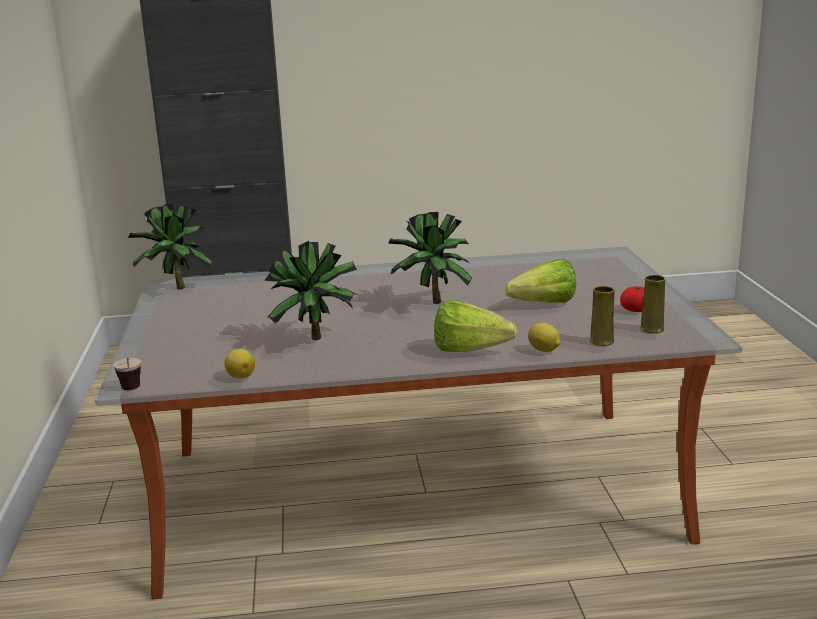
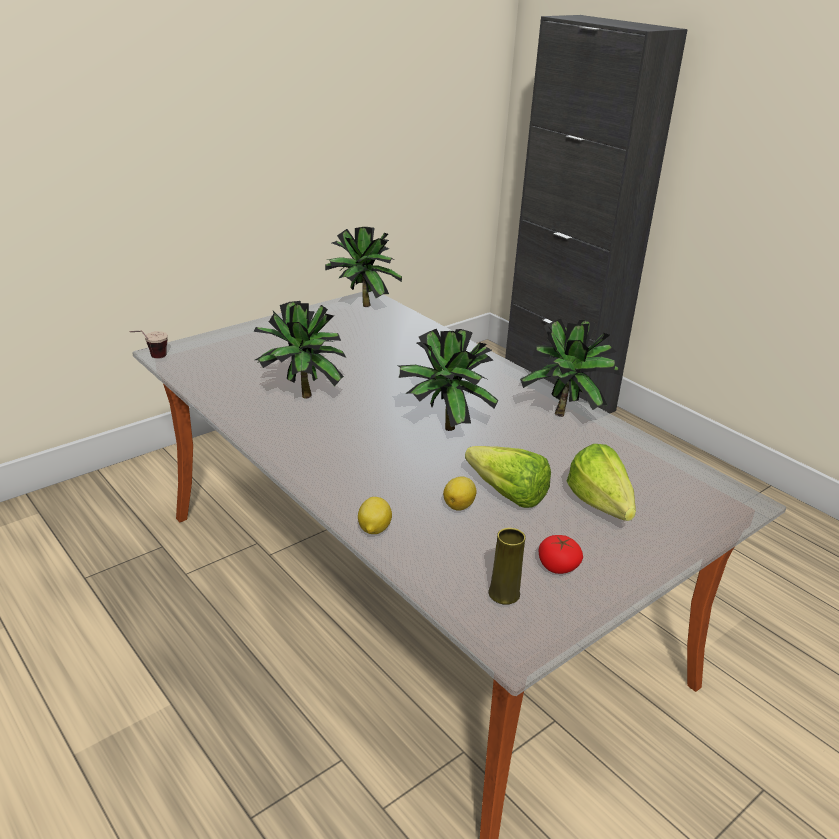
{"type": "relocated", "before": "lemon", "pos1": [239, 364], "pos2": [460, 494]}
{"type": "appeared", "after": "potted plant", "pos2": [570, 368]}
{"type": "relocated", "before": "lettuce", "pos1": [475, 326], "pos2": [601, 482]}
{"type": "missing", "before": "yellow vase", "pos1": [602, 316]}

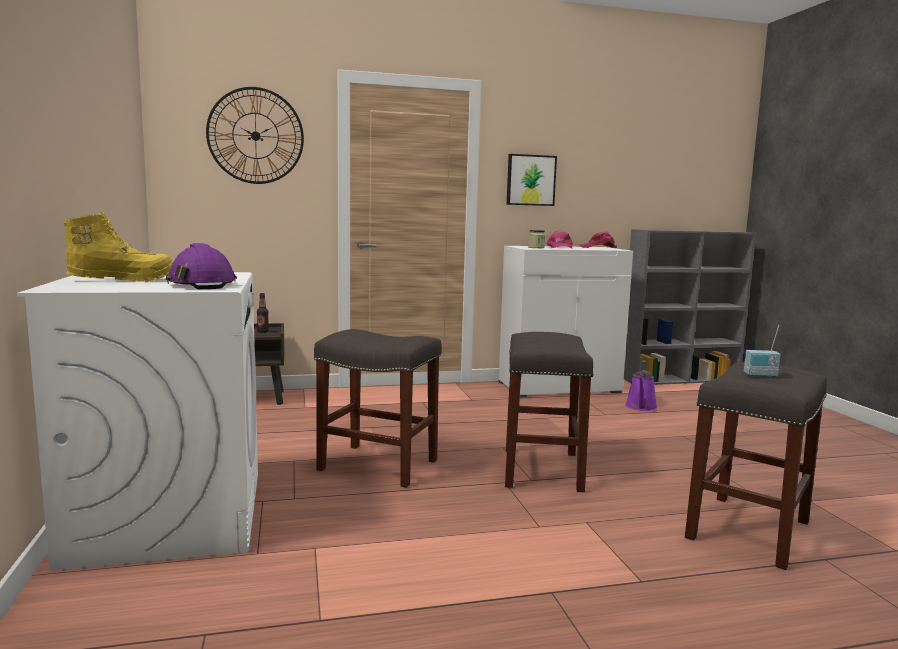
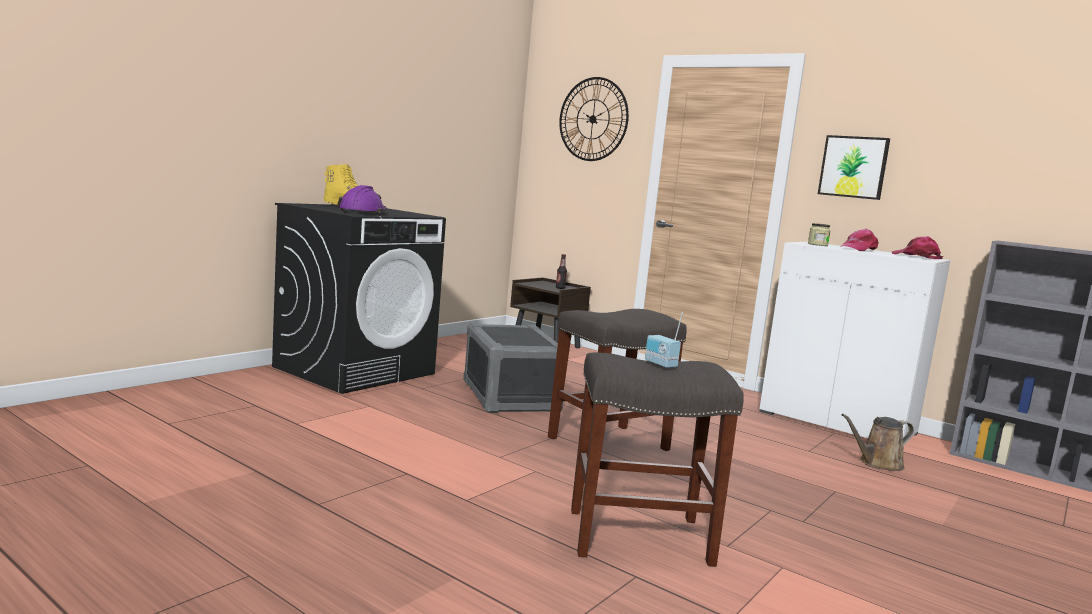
{"type": "colour", "before": "white washing machine", "after": "black washing machine", "pos1": [137, 421], "pos2": [359, 298]}
{"type": "exchanged", "before": "grey stool", "after": "grey storage box", "pos1": [378, 408], "pos2": [513, 368]}
{"type": "colour", "before": "purple watering can", "after": "brown watering can", "pos1": [641, 391], "pos2": [877, 442]}

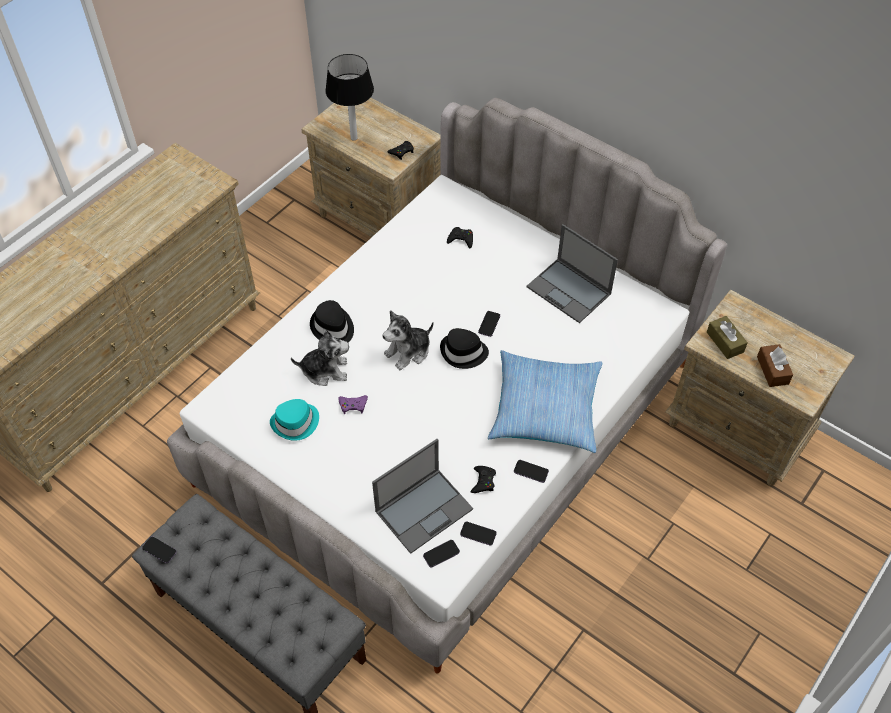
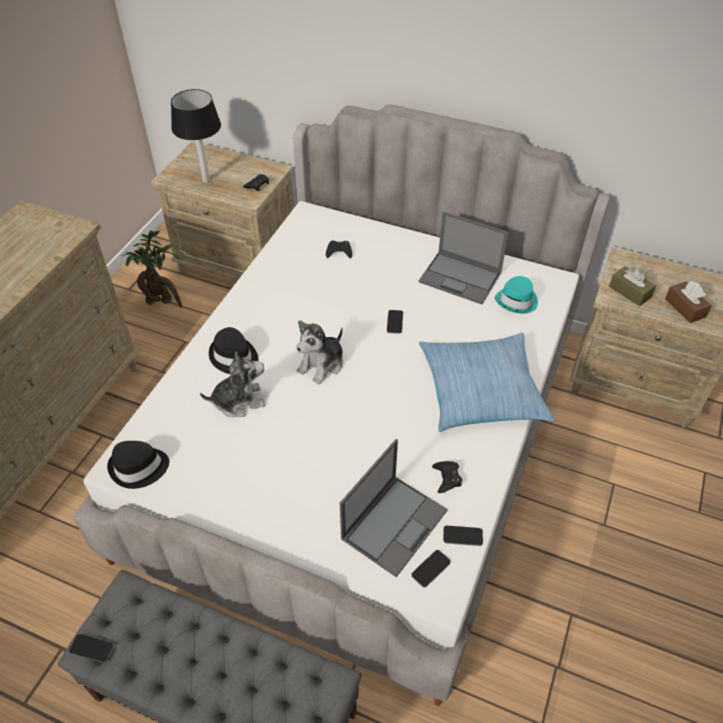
{"type": "relocated", "before": "black hat", "pos1": [464, 348], "pos2": [138, 465]}
{"type": "appeared", "after": "potted plant", "pos2": [152, 269]}
{"type": "relocated", "before": "turquoise hat", "pos1": [294, 420], "pos2": [516, 294]}
{"type": "missing", "before": "purple game controller", "pos1": [353, 404]}
{"type": "missing", "before": "phone", "pos1": [531, 471]}

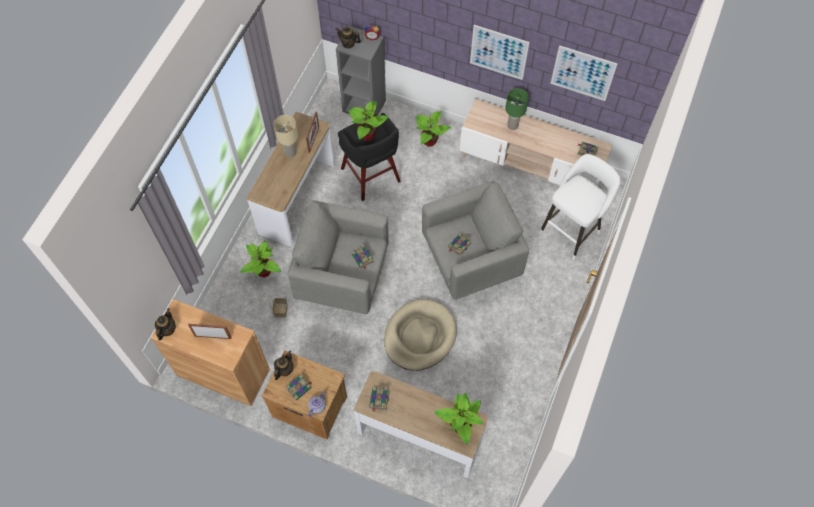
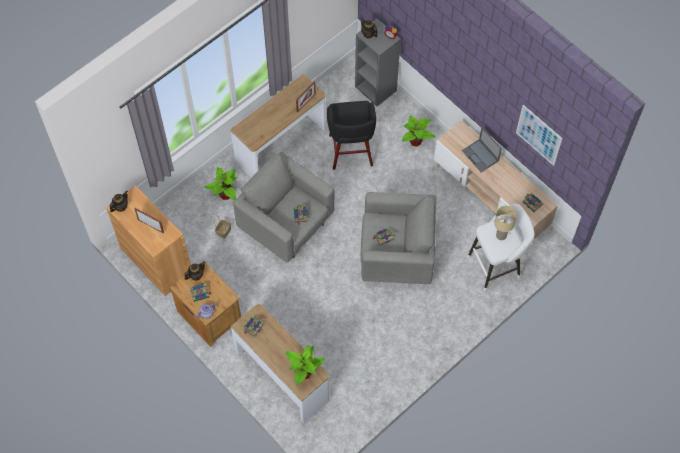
{"type": "exchanged", "before": "green table lamp", "after": "laptop", "pos1": [517, 109], "pos2": [482, 149]}
{"type": "relocated", "before": "beige table lamp", "pos1": [285, 136], "pos2": [505, 223]}
{"type": "missing", "before": "potted plant", "pos1": [368, 121]}
{"type": "missing", "before": "beige dog bed", "pos1": [420, 335]}
{"type": "missing", "before": "picture", "pos1": [500, 52]}

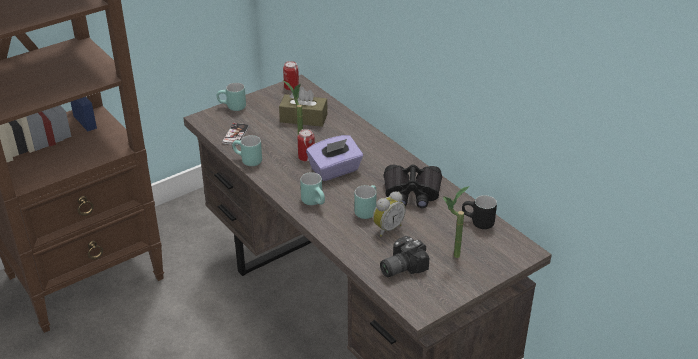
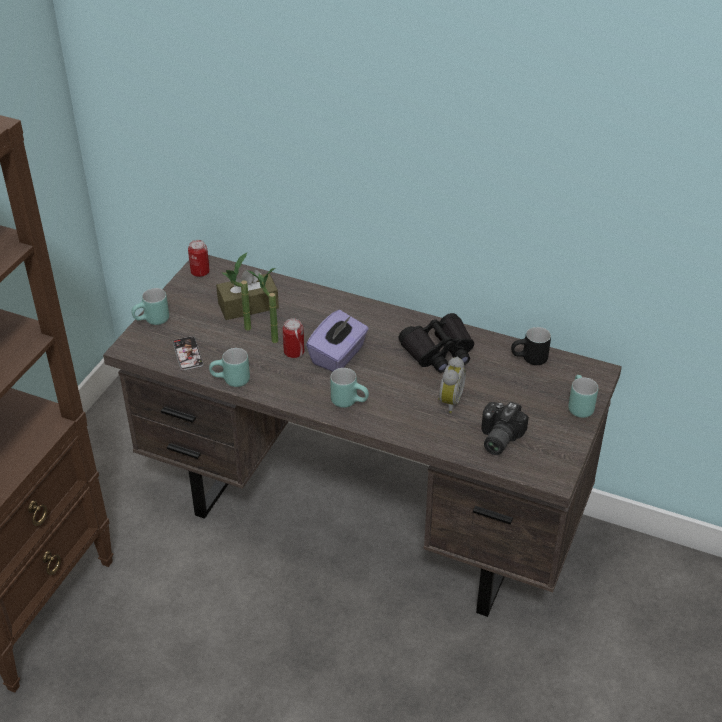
{"type": "relocated", "before": "potted plant", "pos1": [456, 222], "pos2": [236, 291]}
{"type": "relocated", "before": "turquoise mug", "pos1": [365, 202], "pos2": [583, 396]}

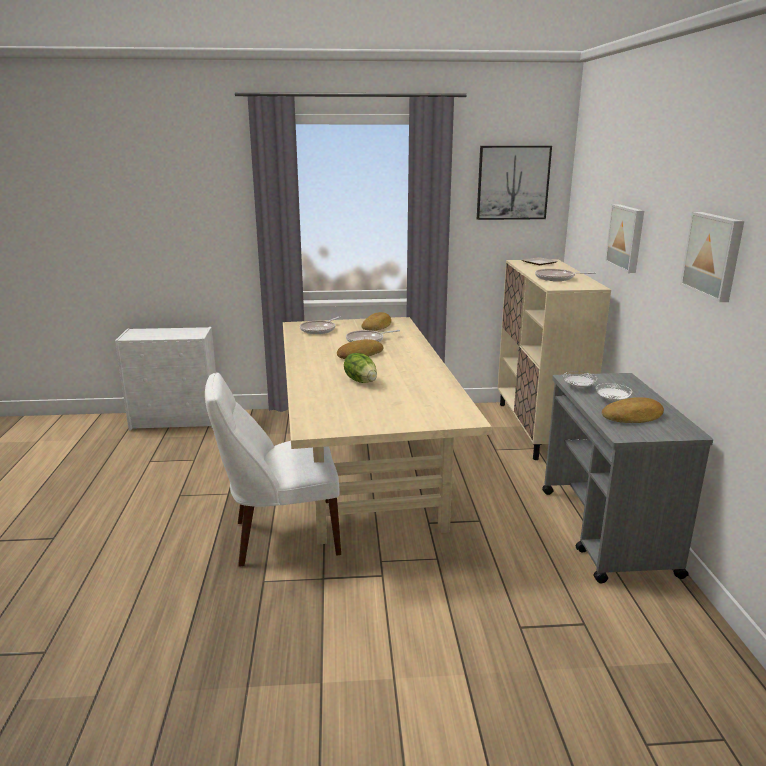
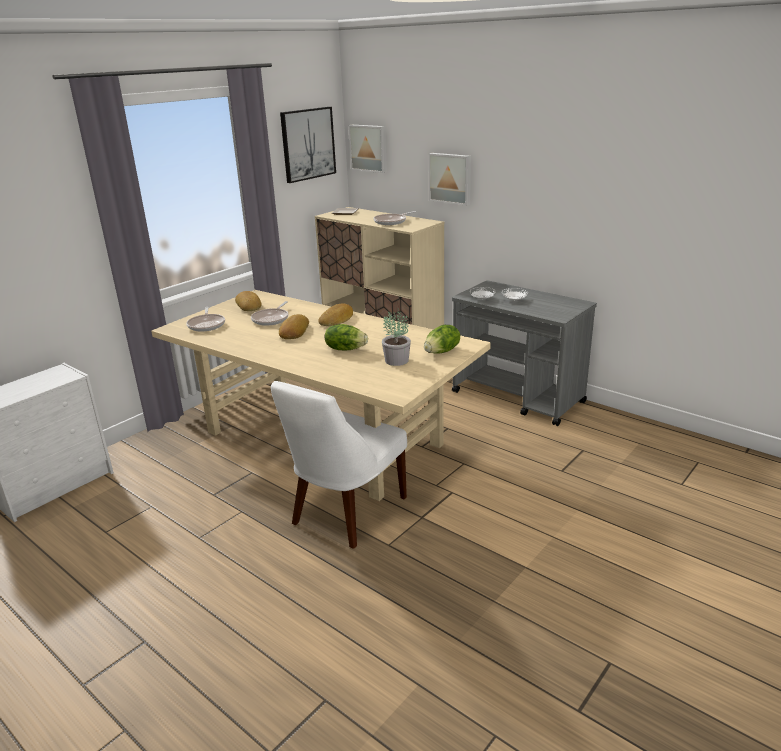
{"type": "relocated", "before": "bread", "pos1": [633, 410], "pos2": [335, 315]}
{"type": "relocated", "before": "picture", "pos1": [712, 257], "pos2": [368, 149]}
{"type": "appeared", "after": "potted plant", "pos2": [396, 337]}
{"type": "appeared", "after": "lettuce", "pos2": [442, 339]}

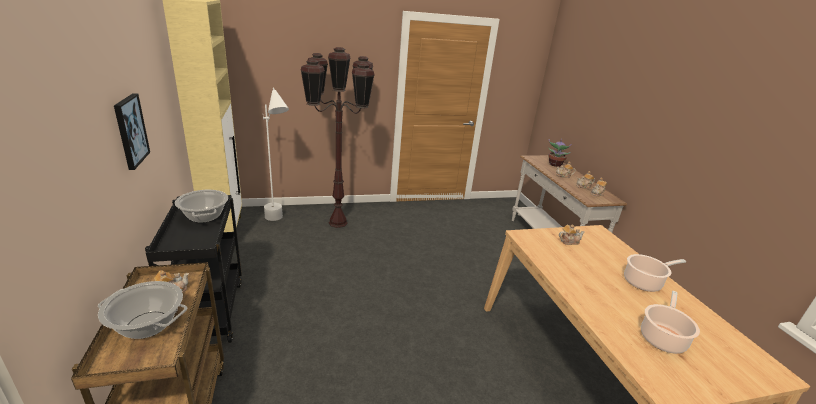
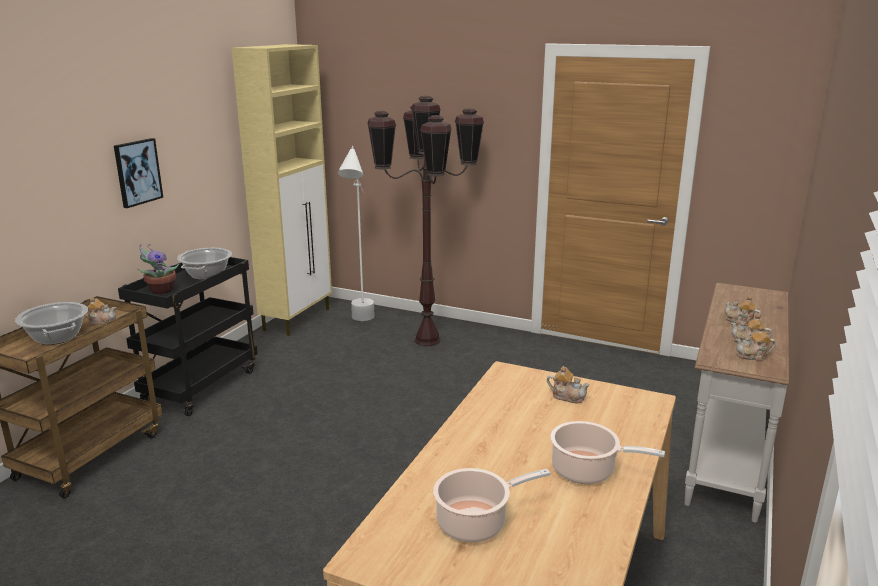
{"type": "relocated", "before": "potted plant", "pos1": [559, 152], "pos2": [158, 269]}

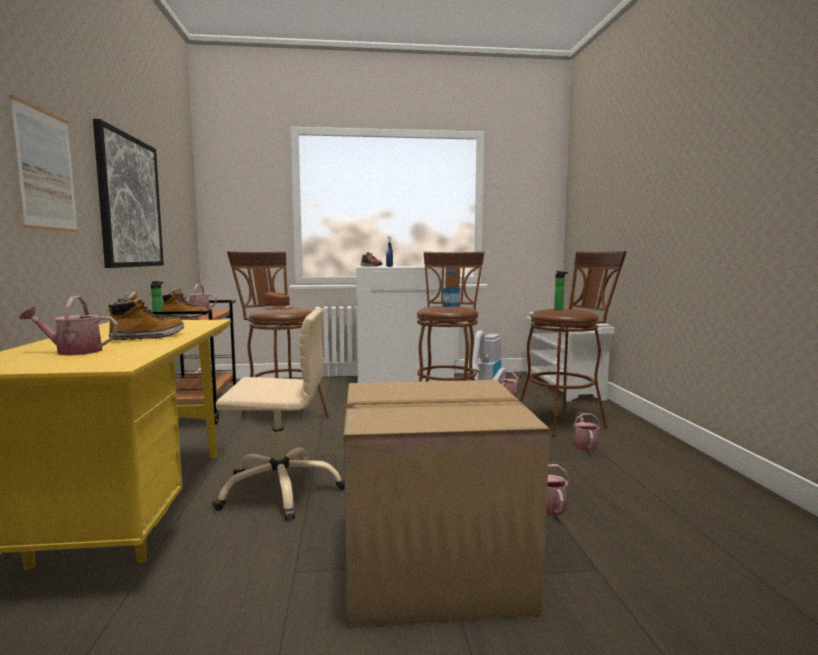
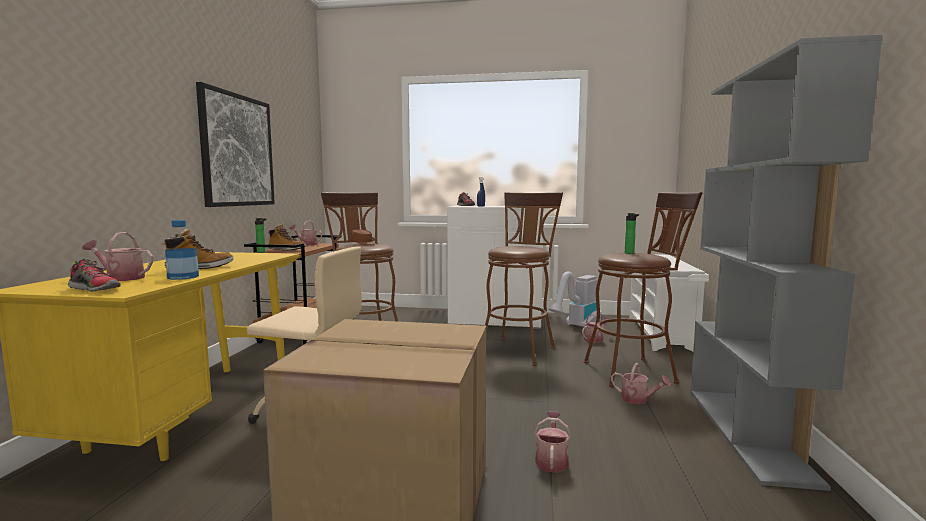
{"type": "appeared", "after": "shoe", "pos2": [94, 275]}
{"type": "relocated", "before": "bottle", "pos1": [451, 288], "pos2": [182, 250]}
{"type": "spun", "before": "watering can", "pos1": [587, 431], "pos2": [641, 383], "turn": 105}
{"type": "appeared", "after": "grey bookcase", "pos2": [786, 263]}
{"type": "missing", "before": "picture", "pos1": [44, 163]}

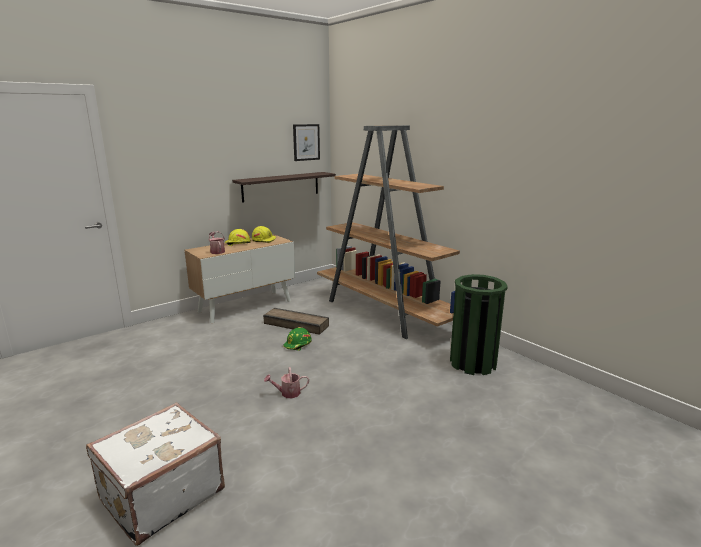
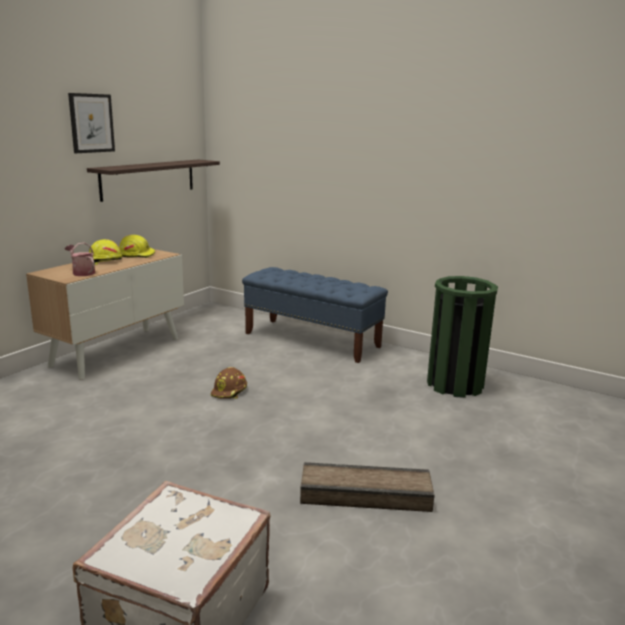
{"type": "relocated", "before": "picture", "pos1": [306, 142], "pos2": [91, 123]}
{"type": "colour", "before": "green hard hat", "after": "brown hard hat", "pos1": [297, 339], "pos2": [229, 383]}
{"type": "exchanged", "before": "brown bookcase", "after": "blue bench", "pos1": [388, 232], "pos2": [315, 315]}
{"type": "relocated", "before": "crate", "pos1": [296, 321], "pos2": [367, 487]}
{"type": "missing", "before": "watering can", "pos1": [286, 382]}

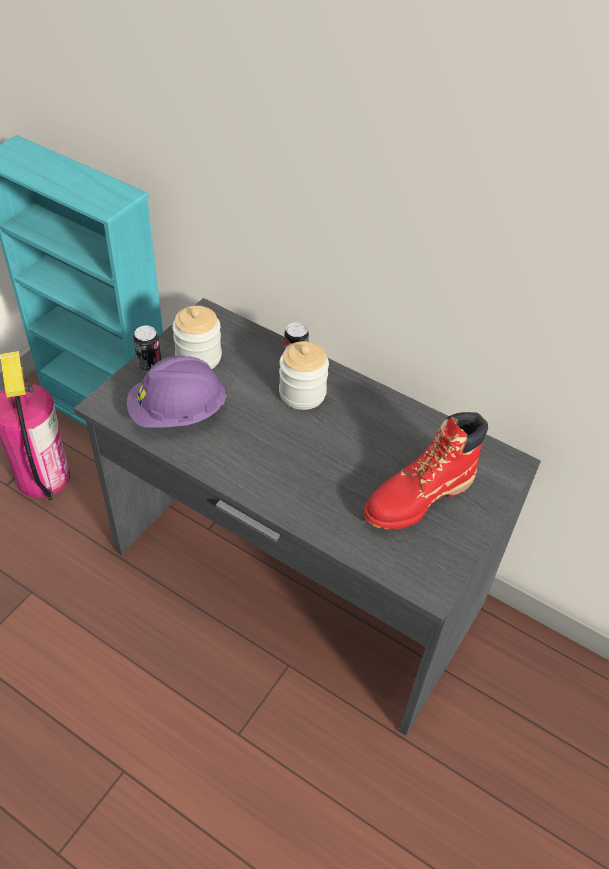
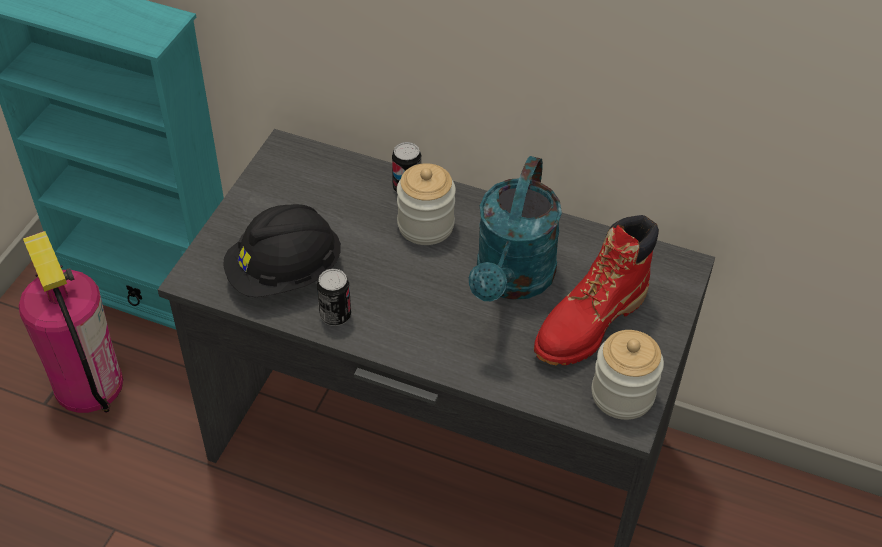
{"type": "colour", "before": "purple hard hat", "after": "black hard hat", "pos1": [177, 392], "pos2": [282, 250]}
{"type": "relocated", "before": "can", "pos1": [147, 349], "pos2": [334, 297]}
{"type": "appeared", "after": "turquoise watering can", "pos2": [515, 228]}
{"type": "relocated", "before": "jar", "pos1": [197, 337], "pos2": [628, 375]}

